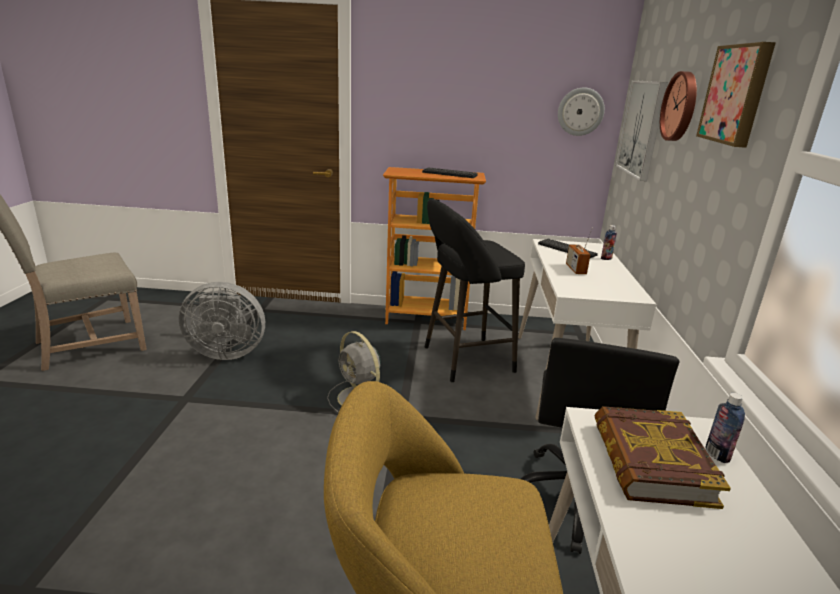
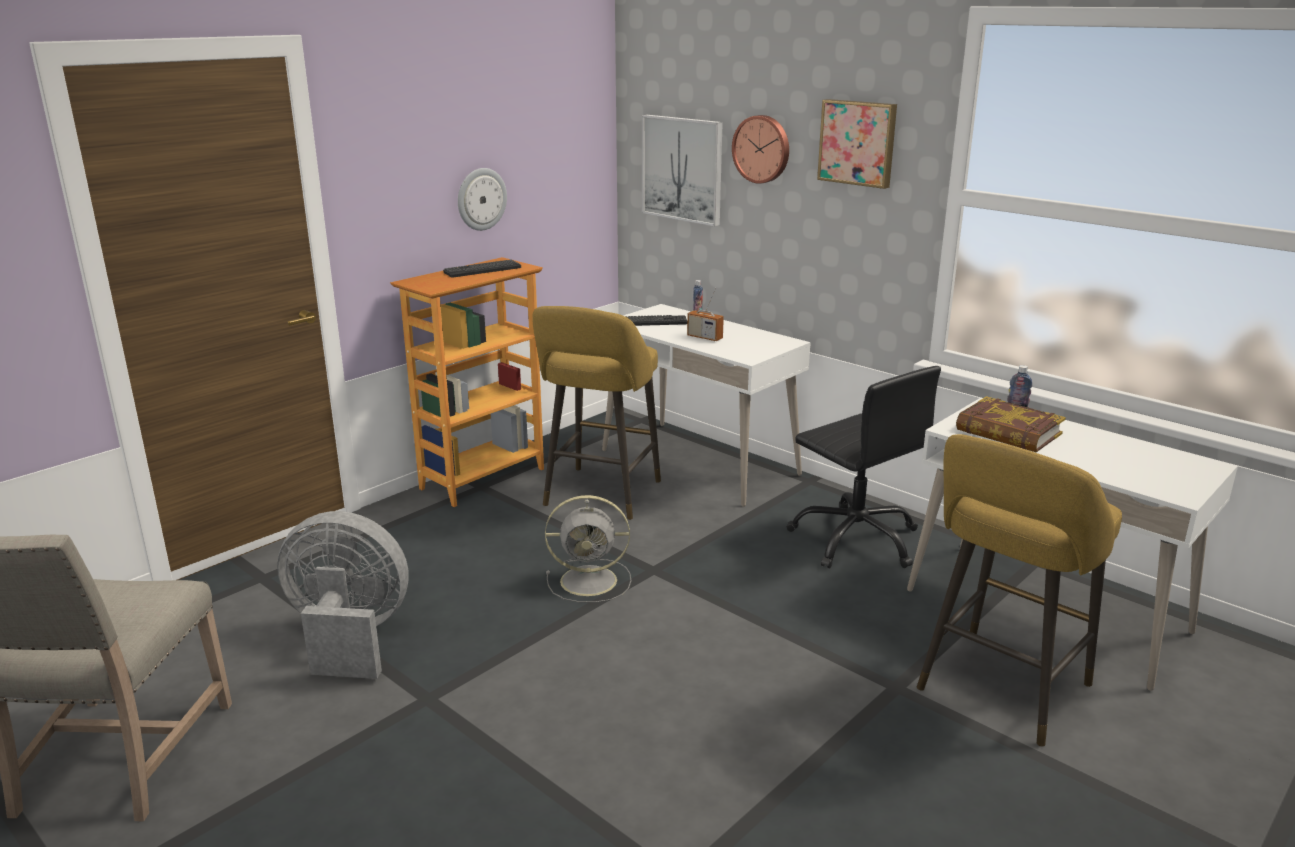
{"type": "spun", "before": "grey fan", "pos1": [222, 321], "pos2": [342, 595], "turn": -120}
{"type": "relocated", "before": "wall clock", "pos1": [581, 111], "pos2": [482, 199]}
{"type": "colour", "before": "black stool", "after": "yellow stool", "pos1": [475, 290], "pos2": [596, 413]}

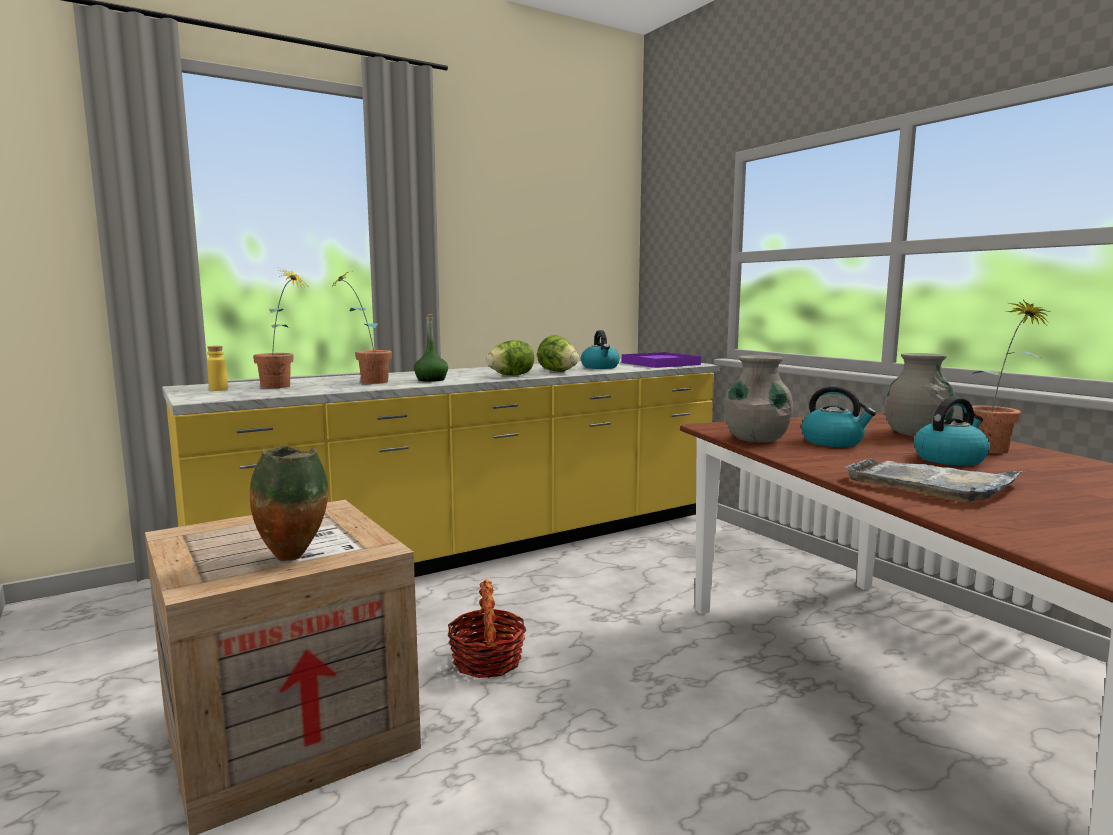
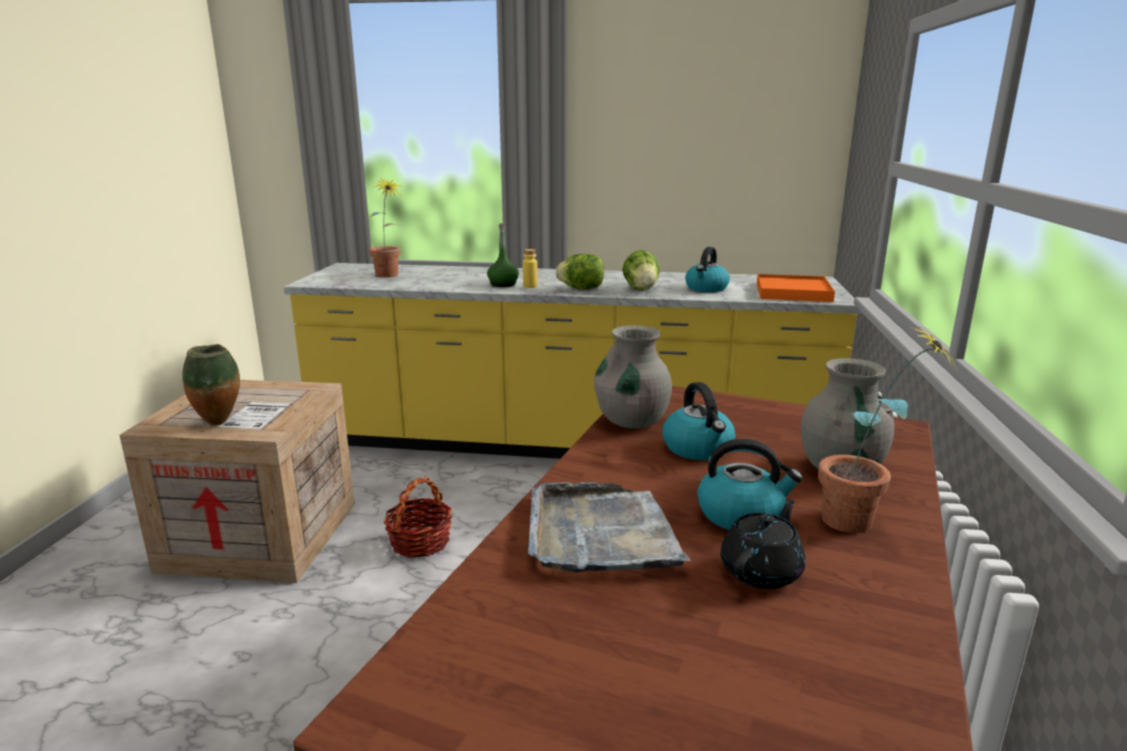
{"type": "relocated", "before": "yellow bottle", "pos1": [217, 368], "pos2": [530, 268]}
{"type": "appeared", "after": "black teapot", "pos2": [763, 544]}
{"type": "colour", "before": "purple tray", "after": "orange tray", "pos1": [661, 360], "pos2": [796, 288]}
{"type": "missing", "before": "potted plant", "pos1": [360, 327]}

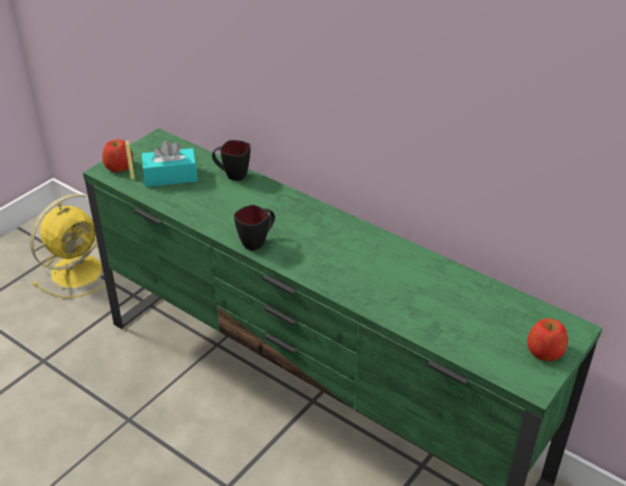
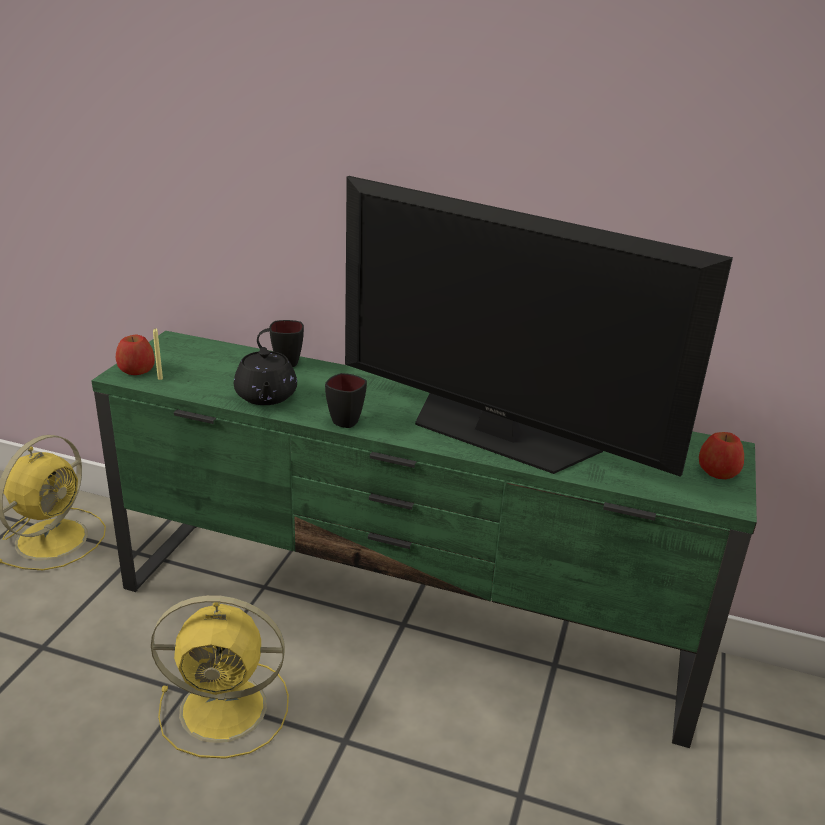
{"type": "appeared", "after": "yellow fan", "pos2": [220, 677]}
{"type": "appeared", "after": "black teapot", "pos2": [265, 376]}
{"type": "appeared", "after": "television", "pos2": [539, 326]}
{"type": "missing", "before": "turquoise tissue box", "pos1": [170, 163]}

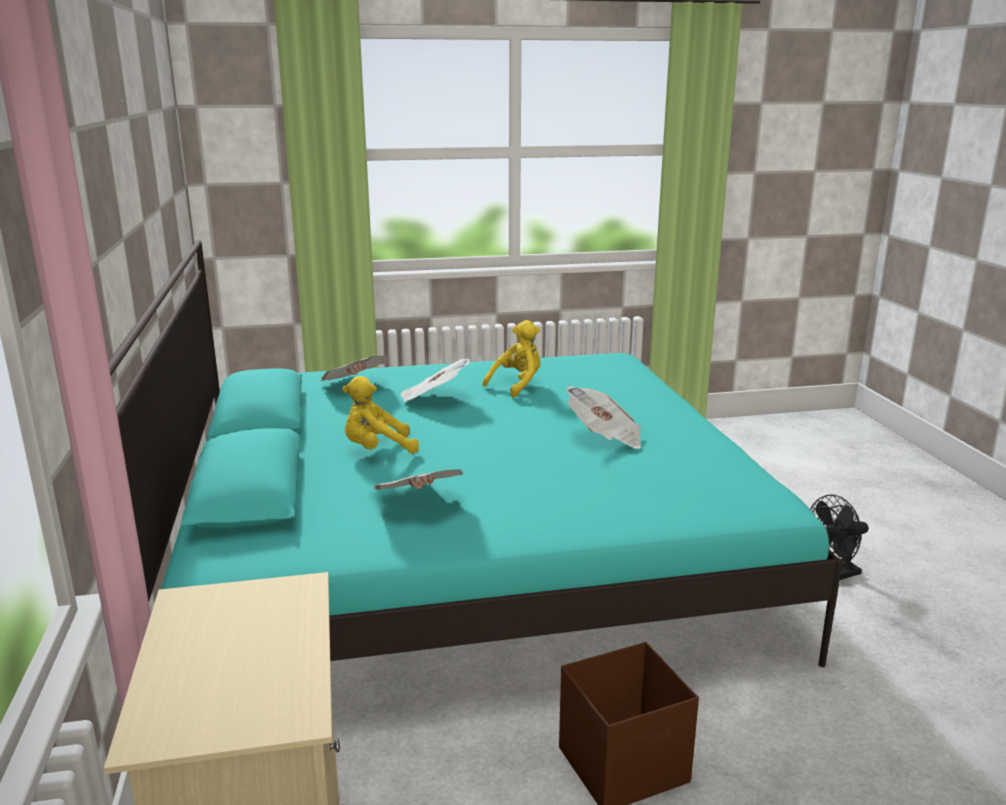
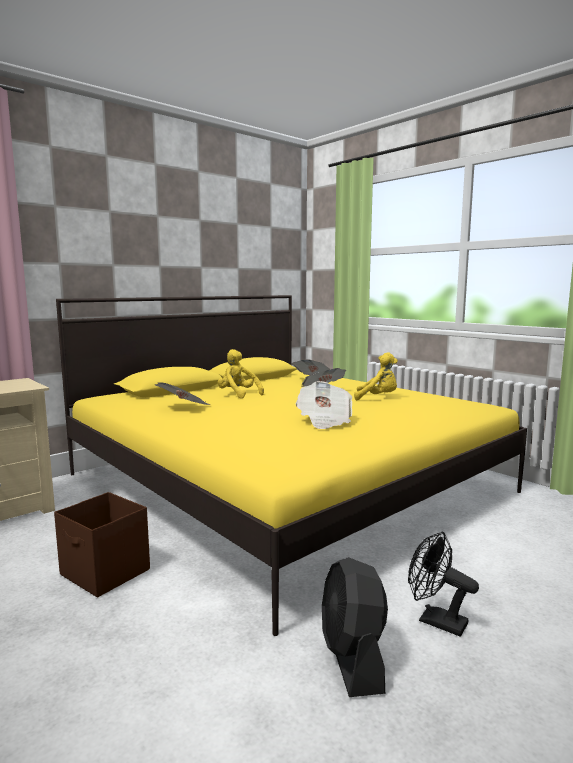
{"type": "colour", "before": "turquoise bed", "after": "yellow bed", "pos1": [475, 453], "pos2": [291, 465]}
{"type": "appeared", "after": "black fan", "pos2": [355, 627]}

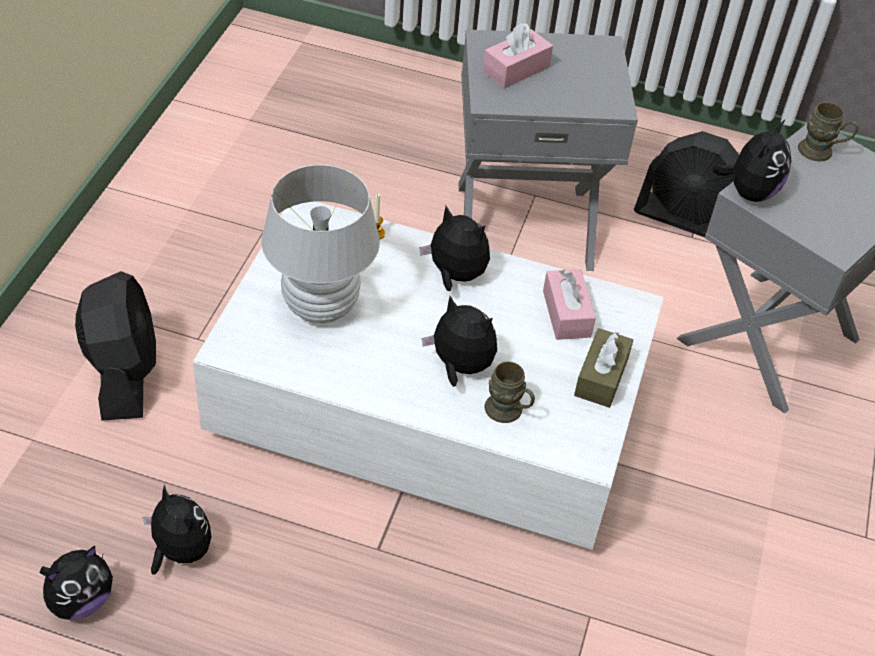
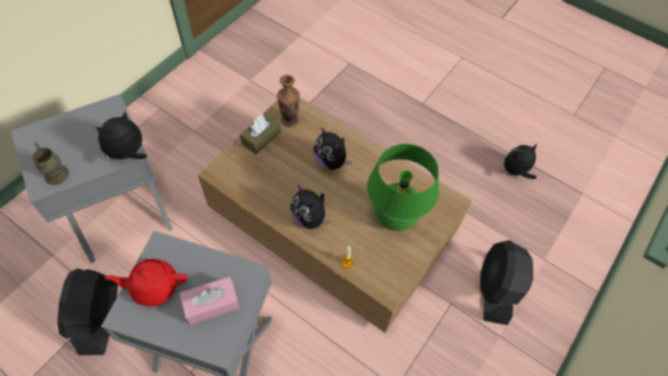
{"type": "spun", "before": "black fan", "pos1": [686, 184], "pos2": [87, 311], "turn": -135}
{"type": "appeared", "after": "red teapot", "pos2": [146, 283]}
{"type": "colour", "before": "white coffee table", "after": "brown coffee table", "pos1": [428, 375], "pos2": [335, 215]}
{"type": "appeared", "after": "vase", "pos2": [288, 101]}
{"type": "colour", "before": "white table lamp", "after": "green table lamp", "pos1": [320, 244], "pos2": [403, 187]}
{"type": "missing", "before": "plush toy", "pos1": [177, 529]}
{"type": "missing", "before": "brown mug", "pos1": [510, 392]}
{"type": "missing", "before": "pink tissue box", "pos1": [569, 304]}

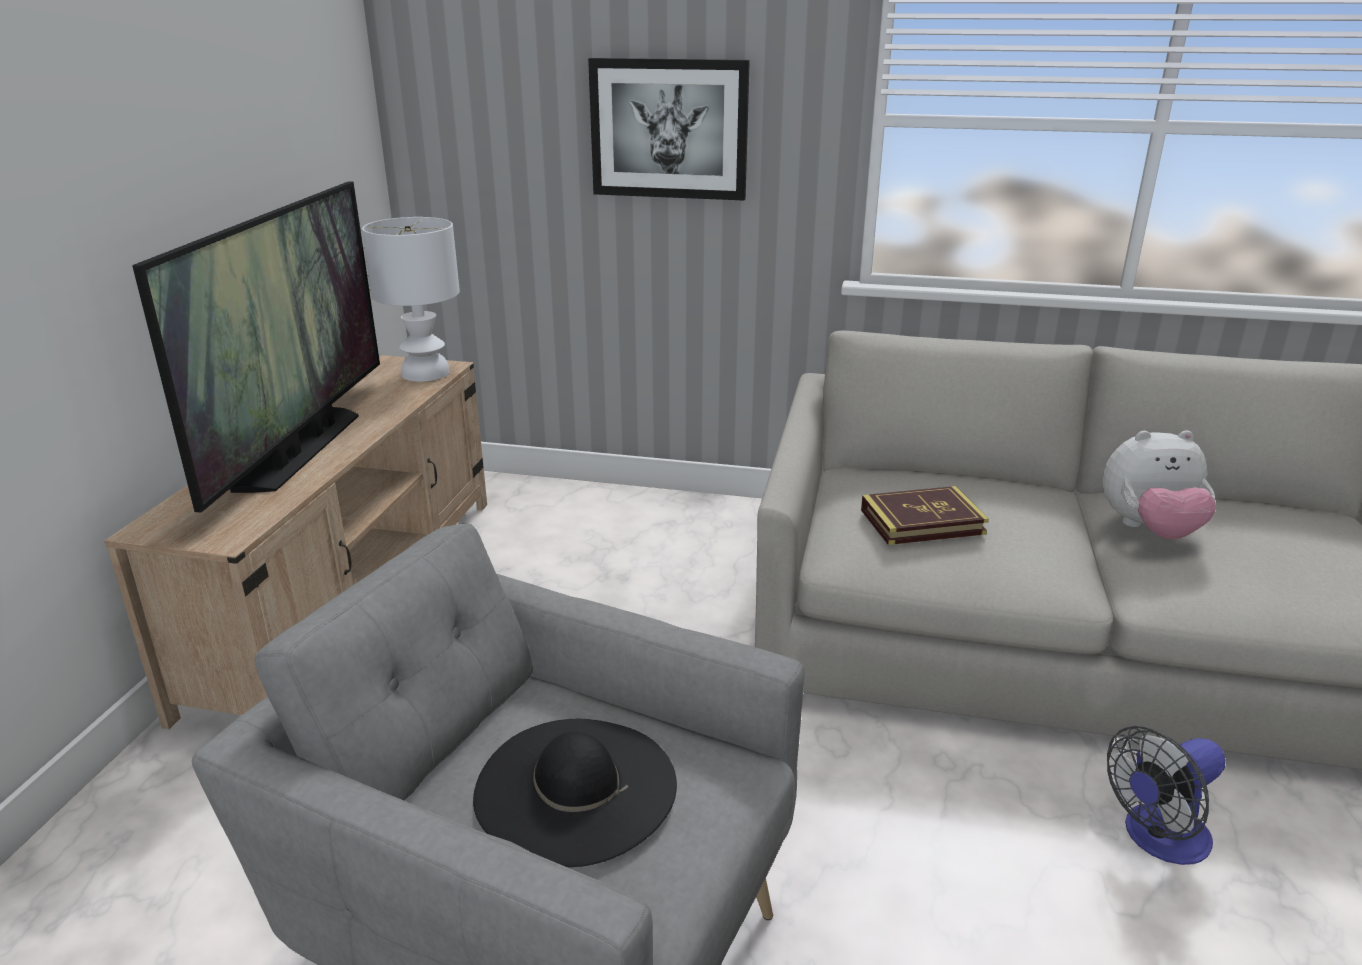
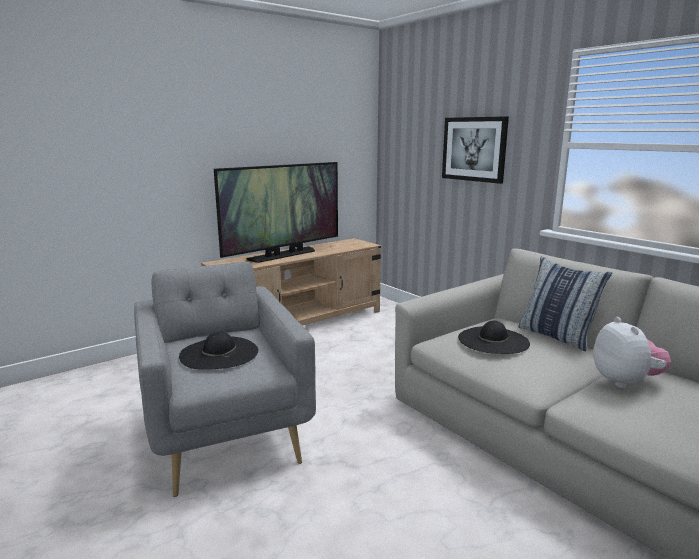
{"type": "exchanged", "before": "book", "after": "black hat", "pos1": [925, 515], "pos2": [494, 337]}
{"type": "appeared", "after": "pillow", "pos2": [565, 303]}
{"type": "spun", "before": "plush toy", "pos1": [1159, 485], "pos2": [632, 352], "turn": -135}
{"type": "missing", "before": "white table lamp", "pos1": [411, 299]}
{"type": "missing", "before": "fan", "pos1": [1166, 795]}

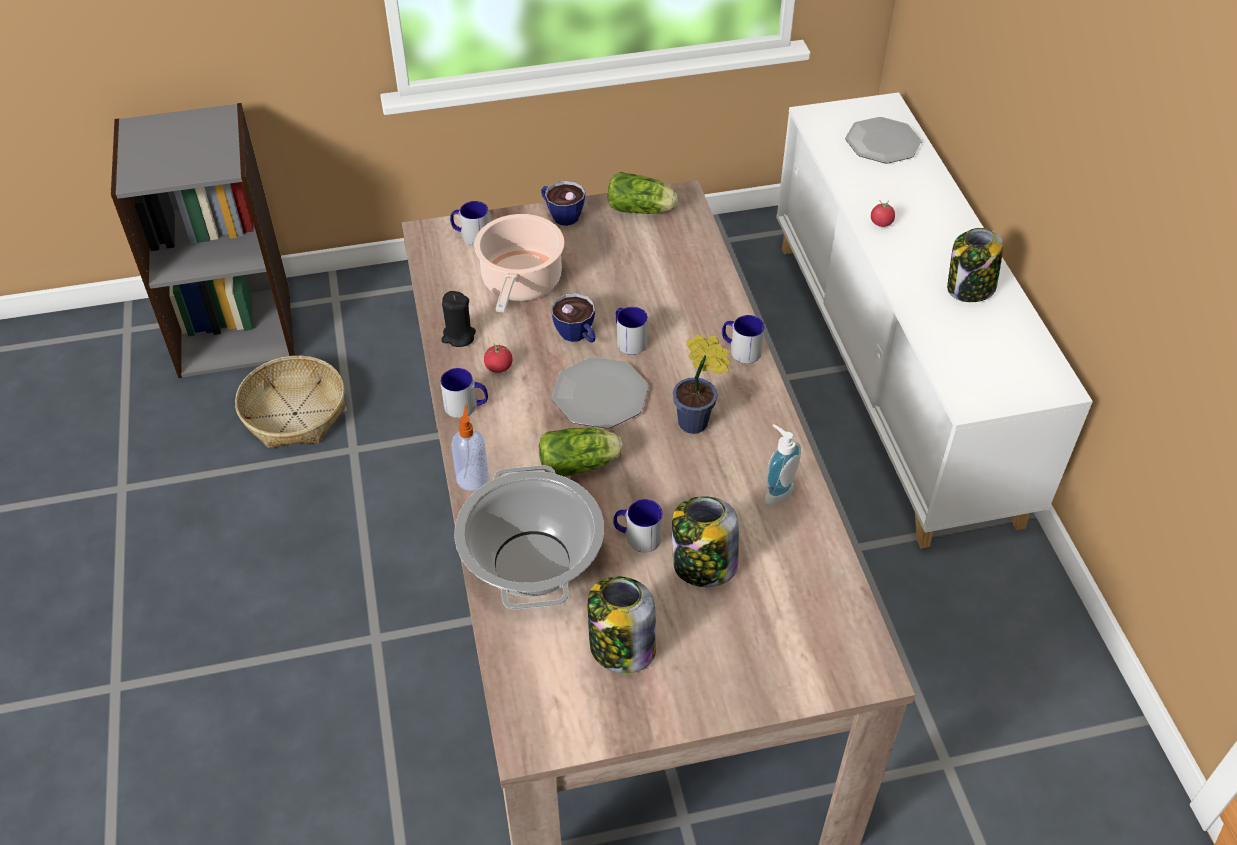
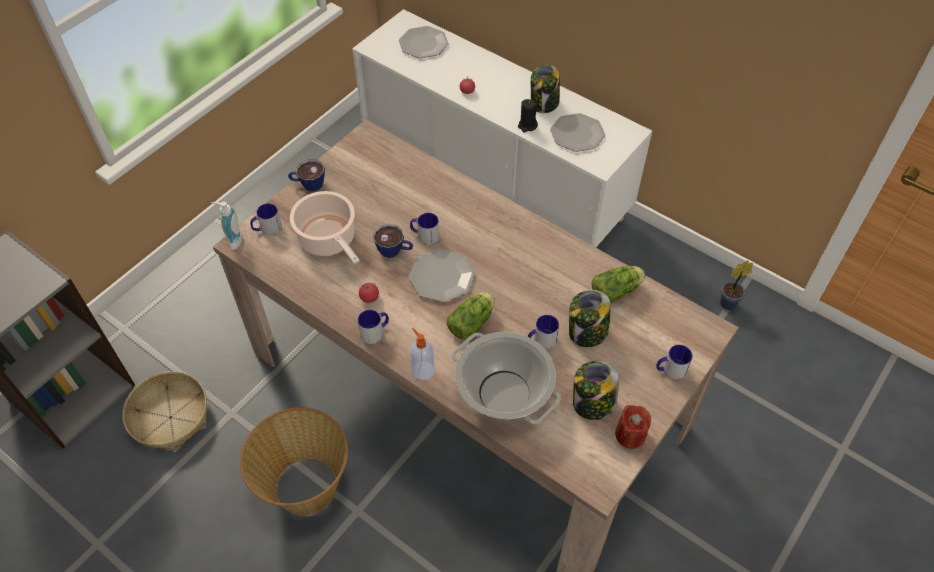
{"type": "relocated", "before": "soap dispenser", "pos1": [783, 464], "pos2": [226, 226]}
{"type": "appeared", "after": "basket", "pos2": [294, 461]}
{"type": "relocated", "before": "black candle", "pos1": [458, 319], "pos2": [528, 116]}
{"type": "appeared", "after": "plate", "pos2": [577, 132]}
{"type": "relocated", "before": "lettuce", "pos1": [643, 193], "pos2": [618, 284]}
{"type": "appeared", "after": "red candle", "pos2": [633, 427]}
{"type": "relocated", "before": "mug", "pos1": [743, 339], "pos2": [674, 362]}
{"type": "relocated", "before": "potted plant", "pos1": [702, 384], "pos2": [736, 285]}

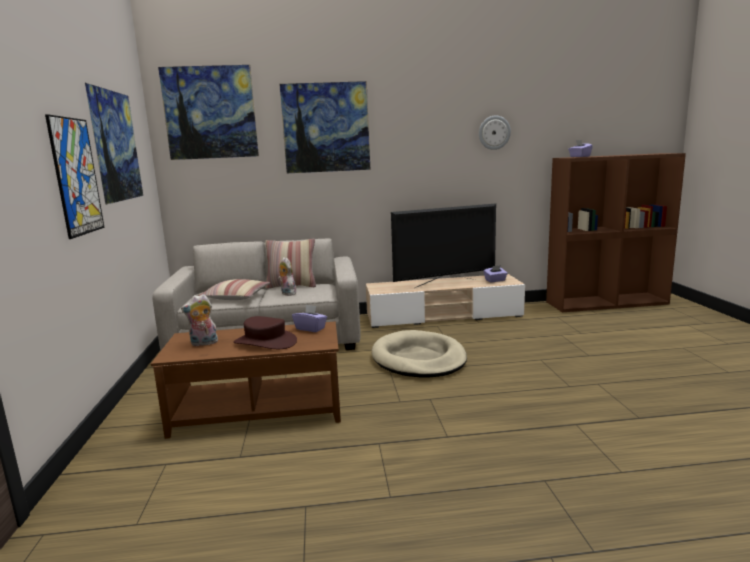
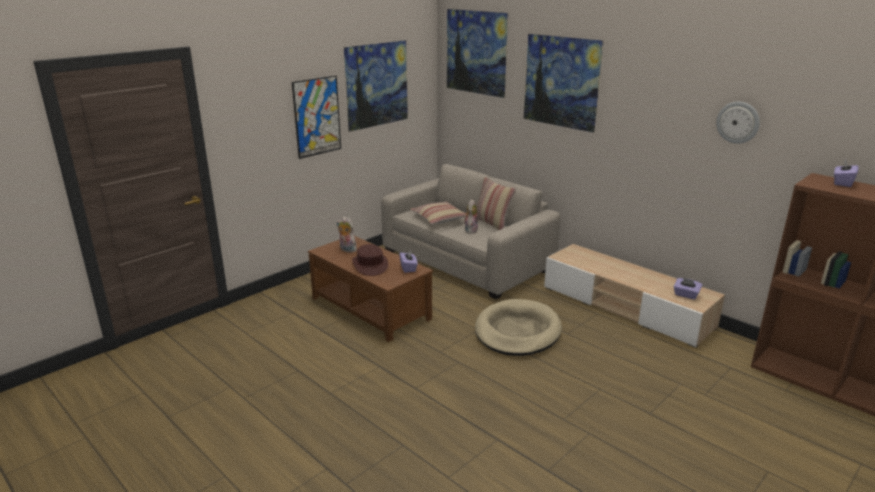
{"type": "missing", "before": "television", "pos1": [443, 245]}

